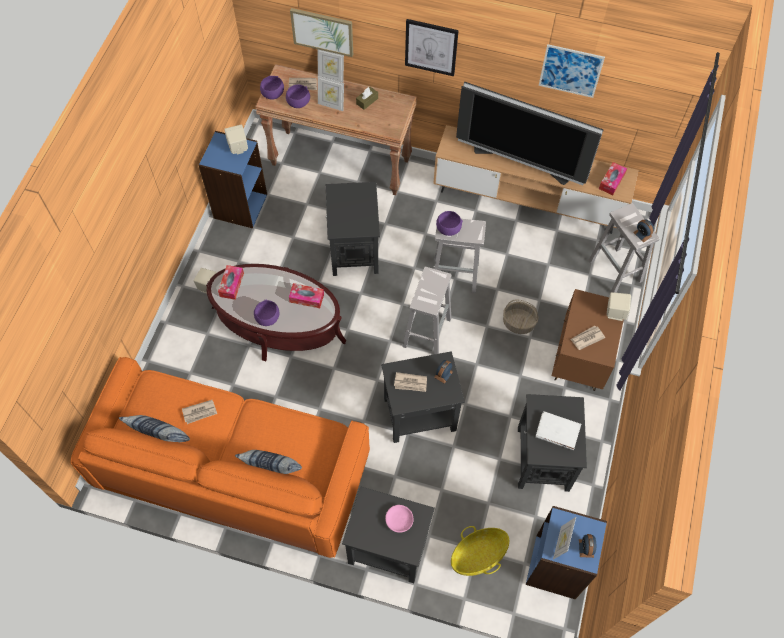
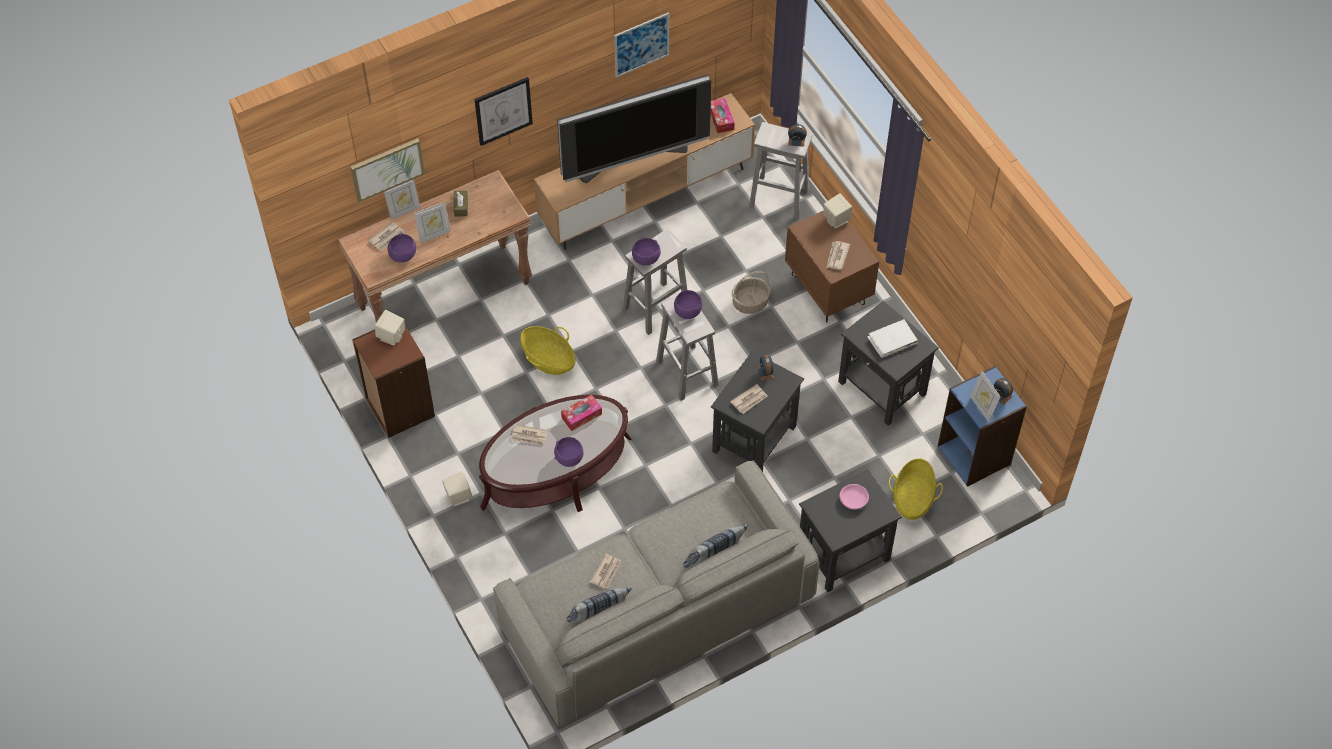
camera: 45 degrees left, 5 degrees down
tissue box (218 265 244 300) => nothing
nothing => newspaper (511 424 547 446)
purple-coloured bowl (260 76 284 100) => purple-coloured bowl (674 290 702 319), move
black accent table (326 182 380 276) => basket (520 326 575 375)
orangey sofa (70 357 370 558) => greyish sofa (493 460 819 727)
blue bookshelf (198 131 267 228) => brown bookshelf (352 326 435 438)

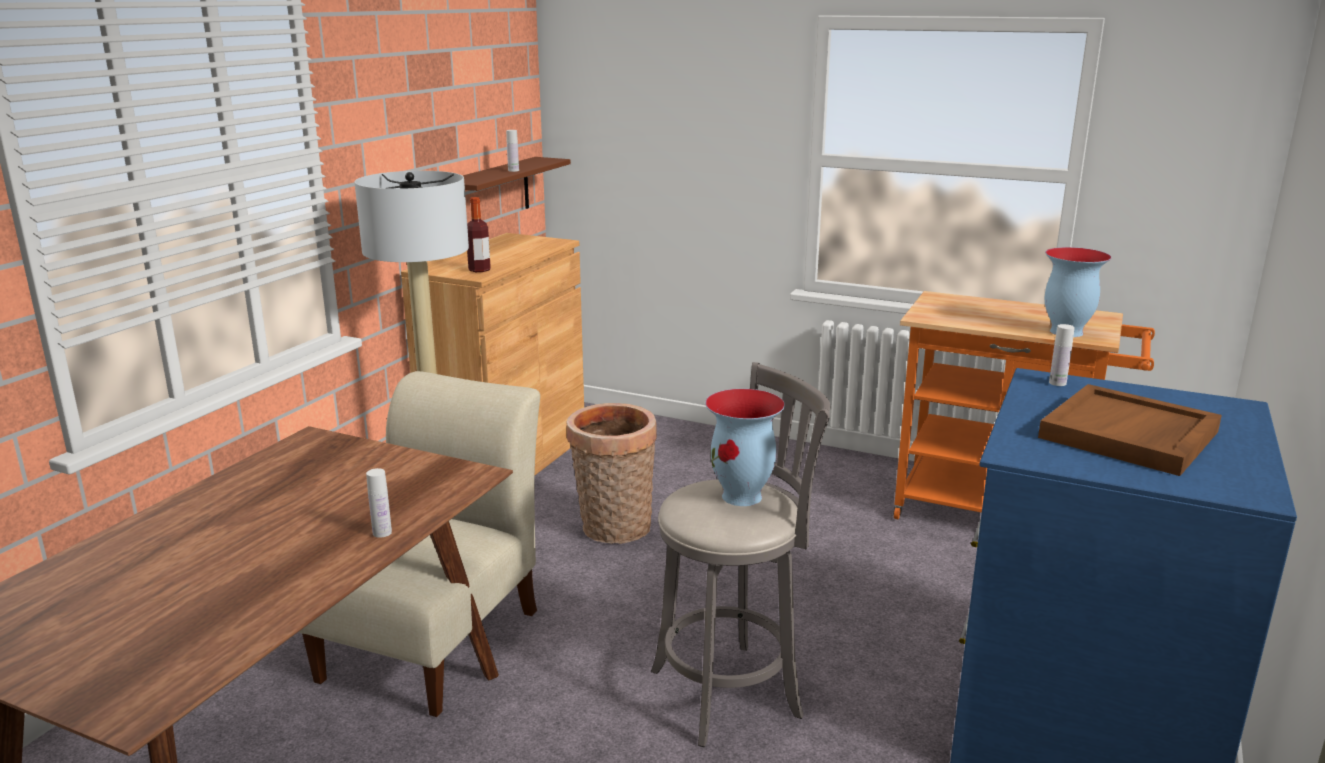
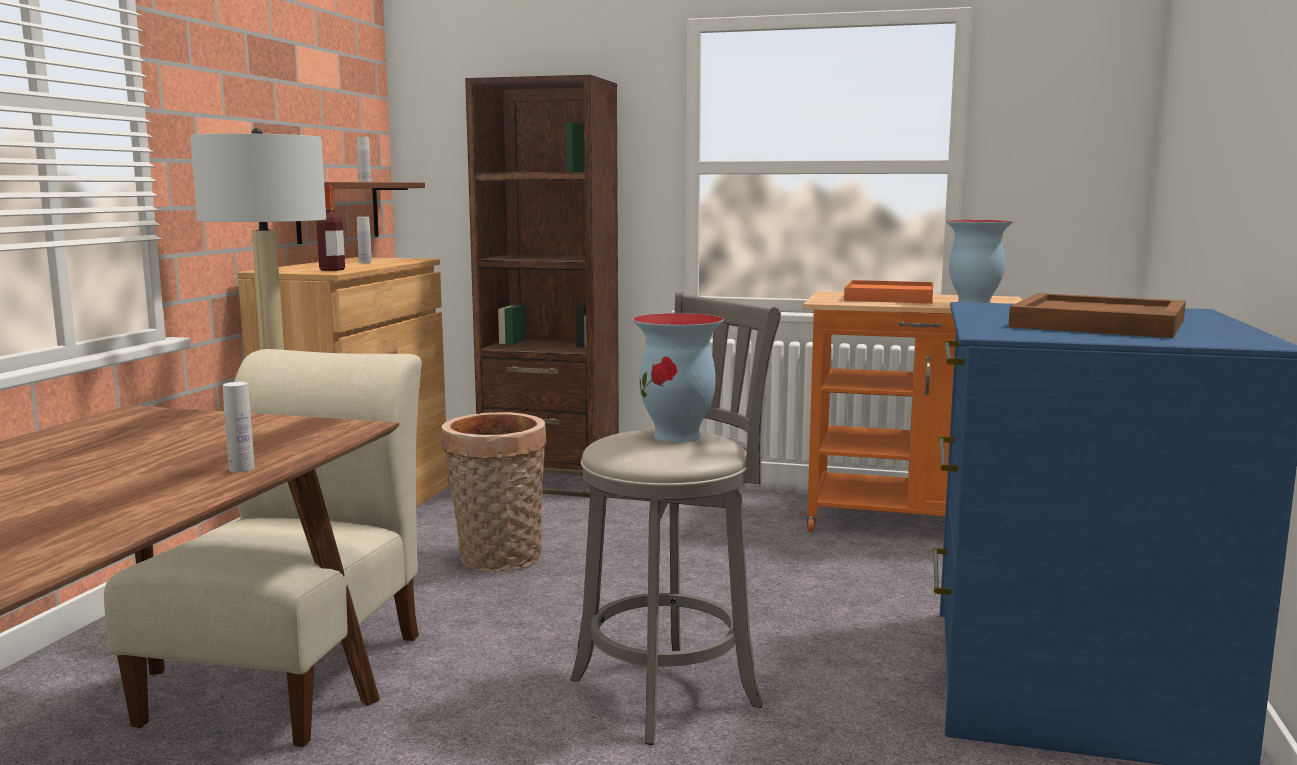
camera: 10 degrees left, 10 degrees down
nothing => brown bookshelf (465 75 619 497)
nothing => orangey tray (844 280 933 303)
white bottle (1049 324 1075 386) => white bottle (357 217 372 263), move

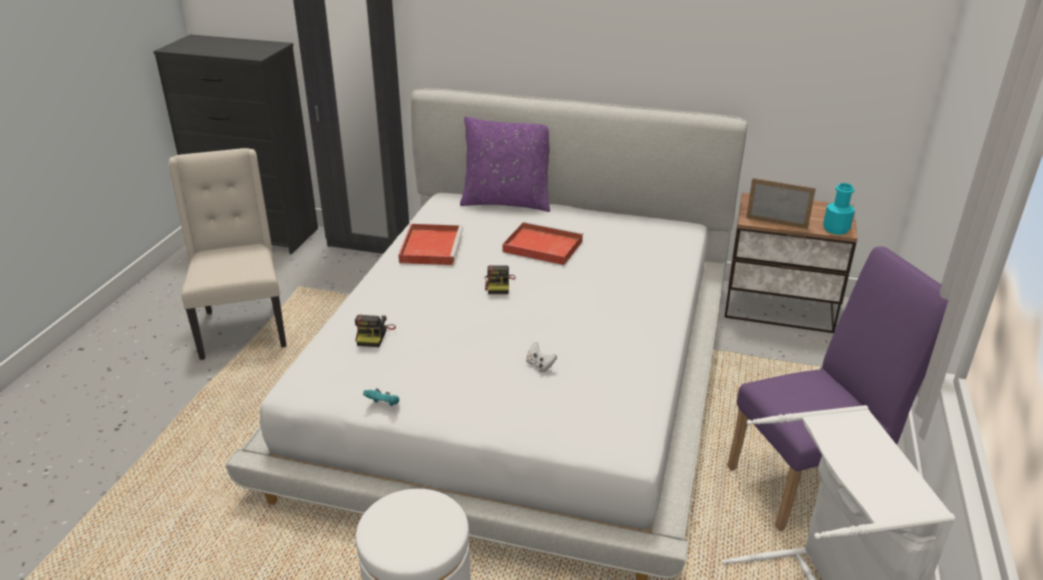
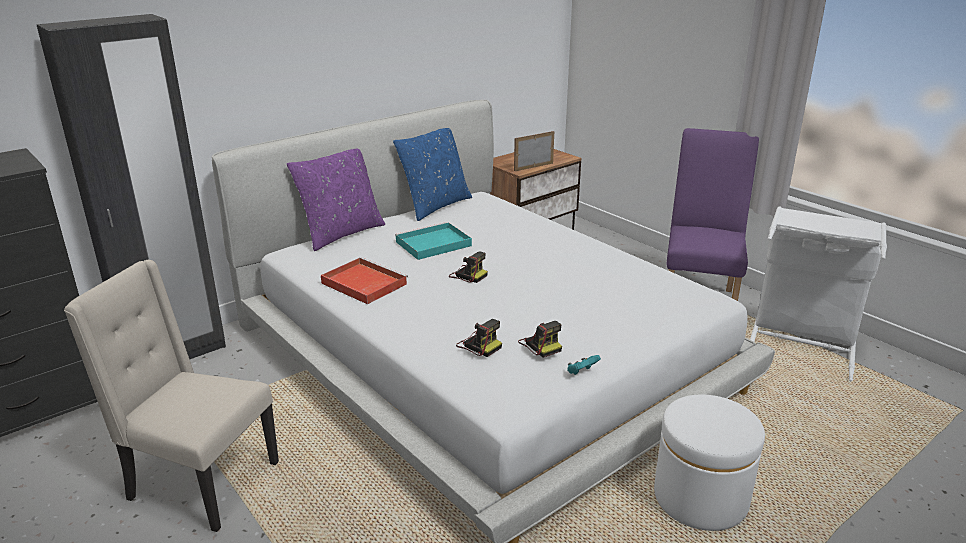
camera: 55 degrees left, 5 degrees down
white gamepad (526 342 557 372) => nothing
blue-green bottle (823 183 855 235) => nothing
nothing => blue pillow (393 128 472 221)
nothing => photo camera (518 321 562 358)
red tray (503 222 583 265) => blue-green tray (395 222 472 260)

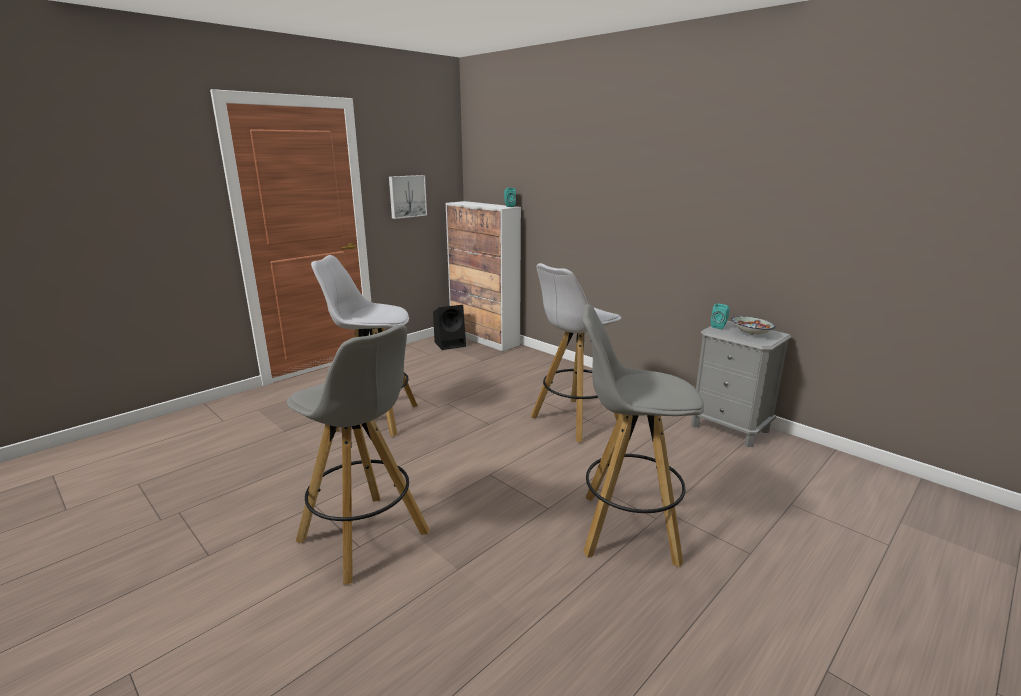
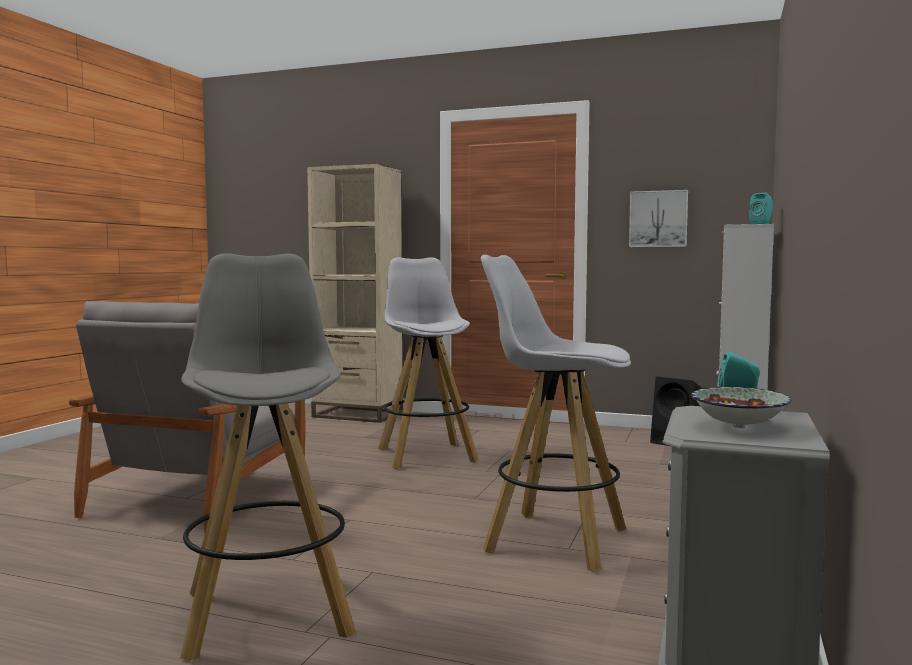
camera: 65 degrees right, 15 degrees down
nothing => beige bookshelf (307 164 403 423)
greyish stool (287 325 430 585) => greyish easy chair (69 301 306 534)

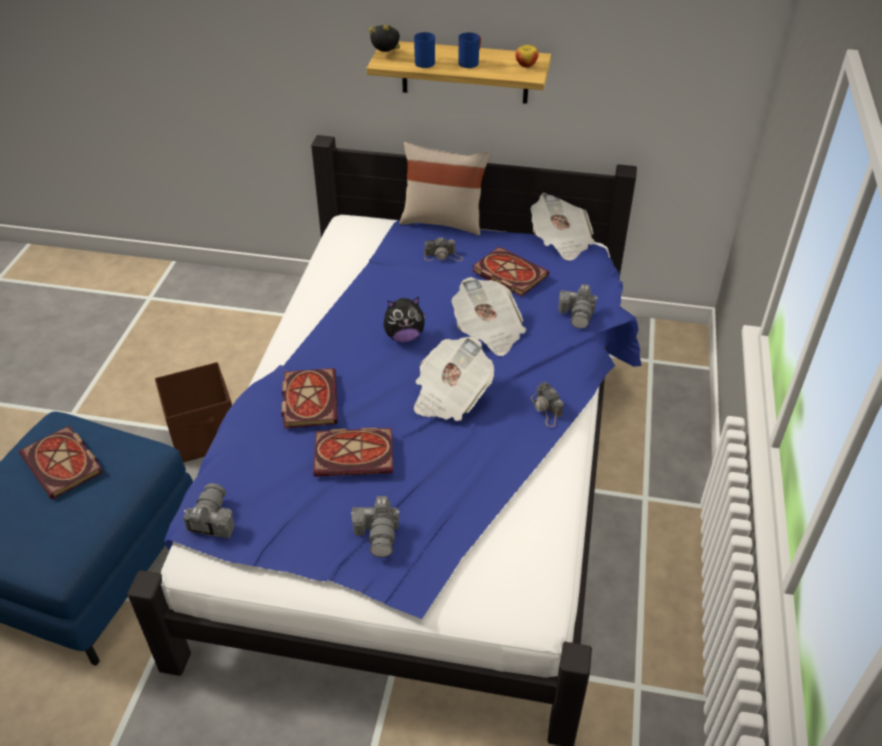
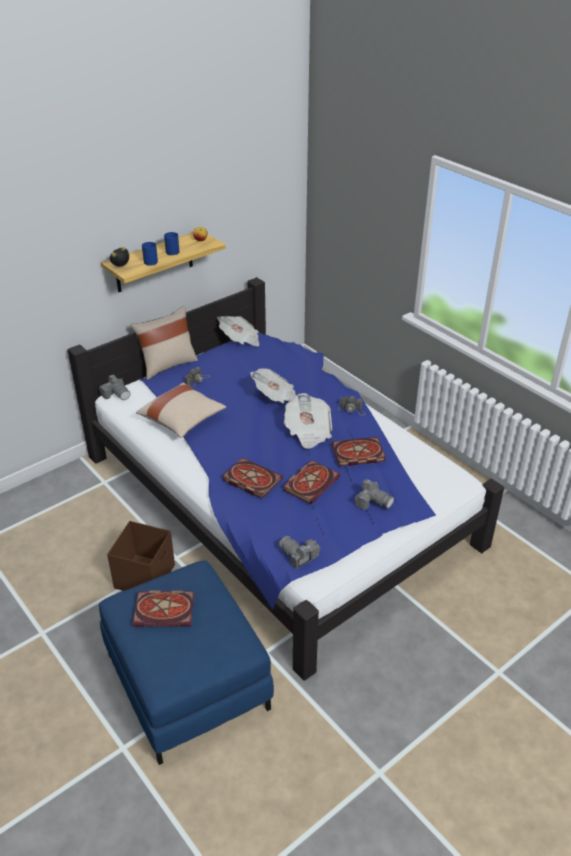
camera: 50 degrees left, 5 degrees down
soft toy (383 297 426 342) => nothing
nothing => beige pillow (136 383 226 438)
volume (472 247 549 297) => volume (332 437 386 466), move
photo camera (558 284 598 329) => photo camera (99 375 130 400), move

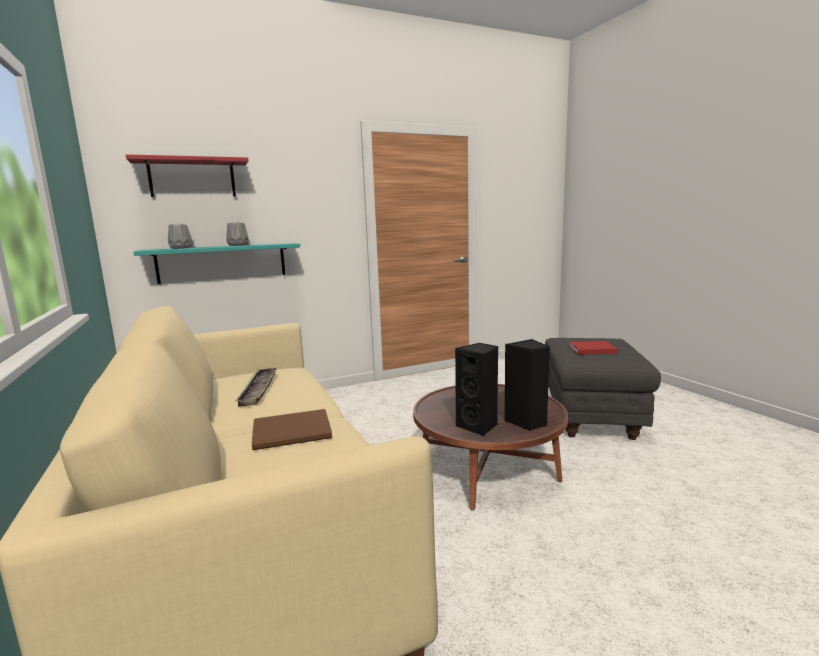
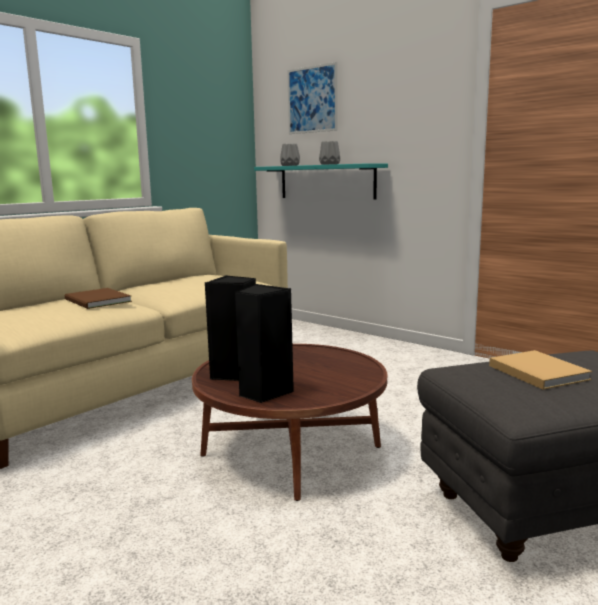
camera: 65 degrees right, 0 degrees up
tray (235 367 277 406) => nothing
red bracket shelf (126 154 249 197) => wall picture (287 62 338 134)
red volume (569 341 618 354) => beige volume (489 350 592 390)

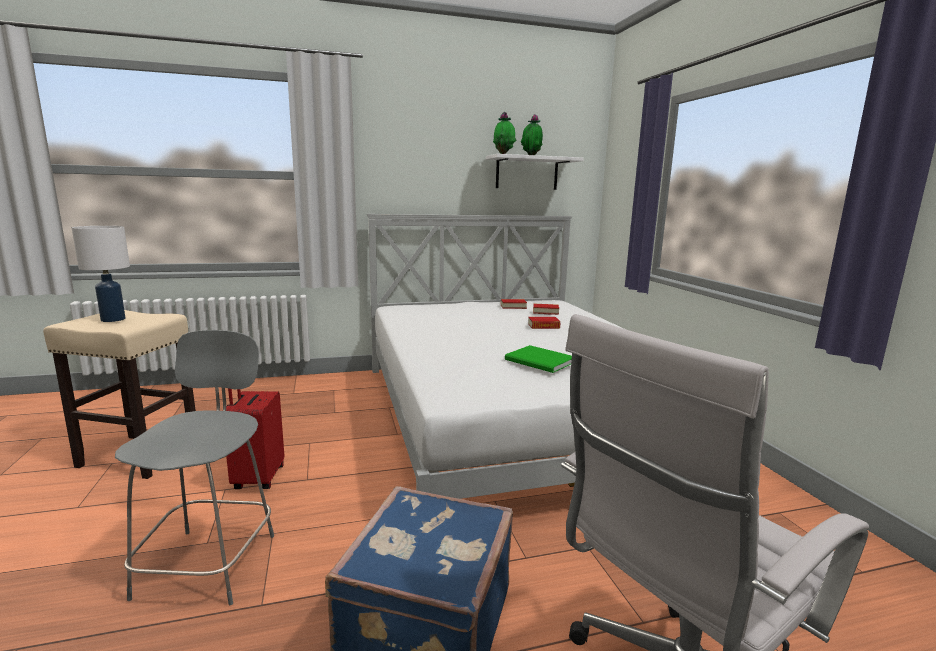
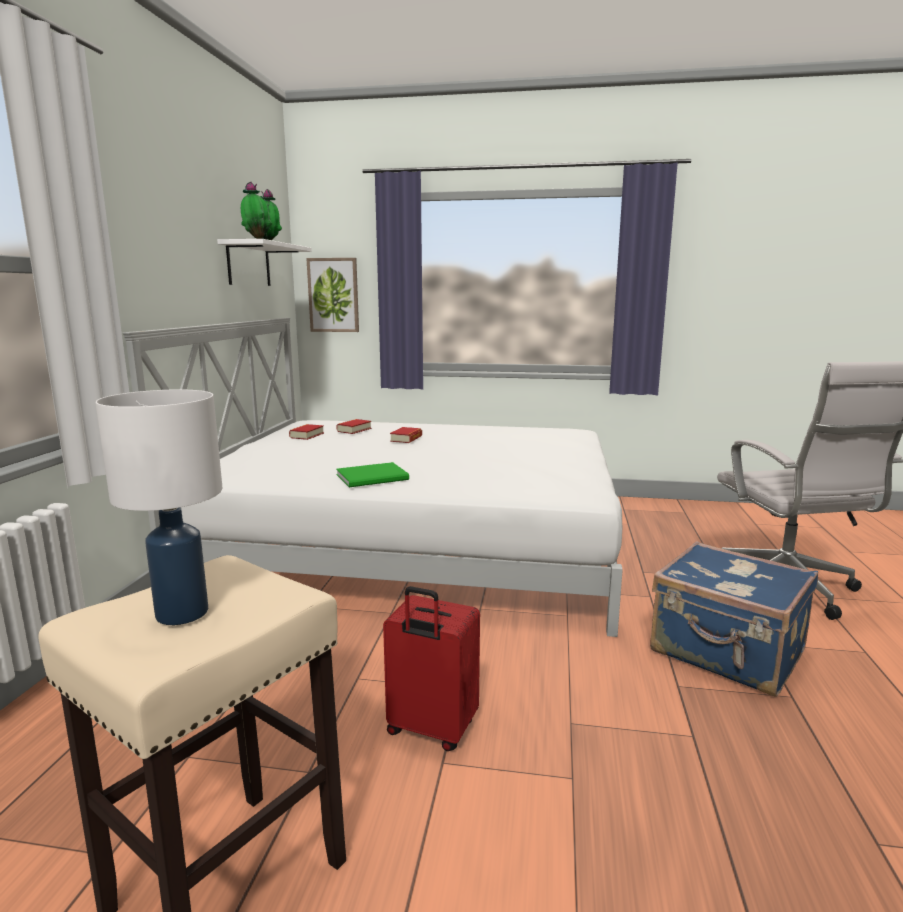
camera: 65 degrees left, 0 degrees up
greyish upright chair (115 330 274 605) => nothing
nothing => wall picture (306 258 359 332)
green volume (505 345 572 373) => green volume (336 462 409 487), move

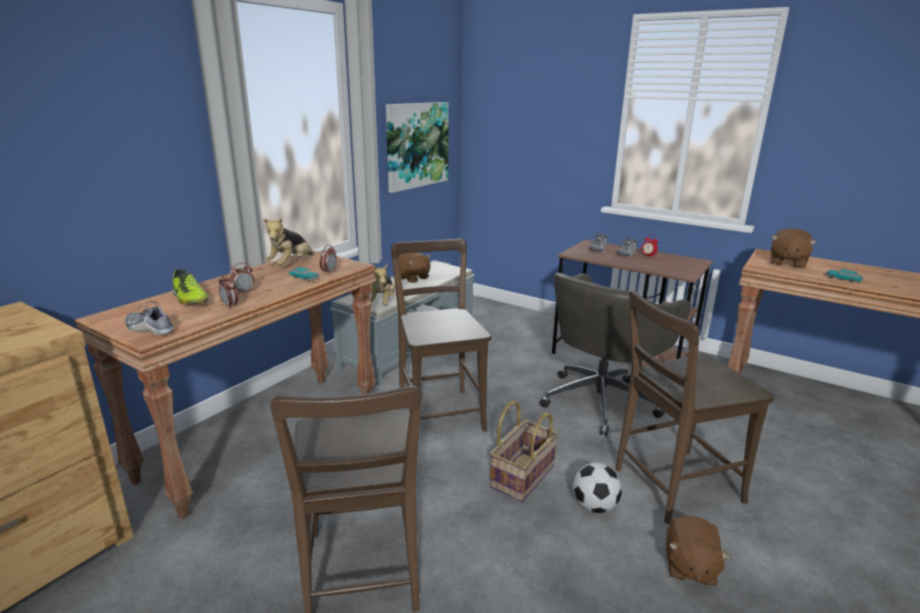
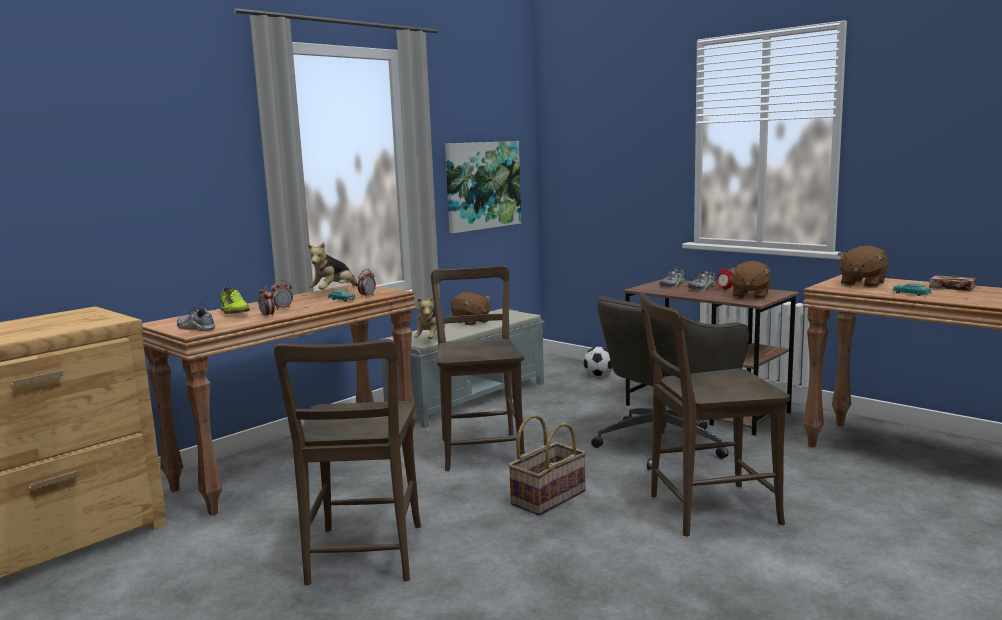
camera: 10 degrees right, 10 degrees down
nothing => volume (929 275 976 291)
football (573 463 622 513) => football (583 347 613 377), move
brown soft toy (666 516 731 586) => brown soft toy (729 261 771 299), move

